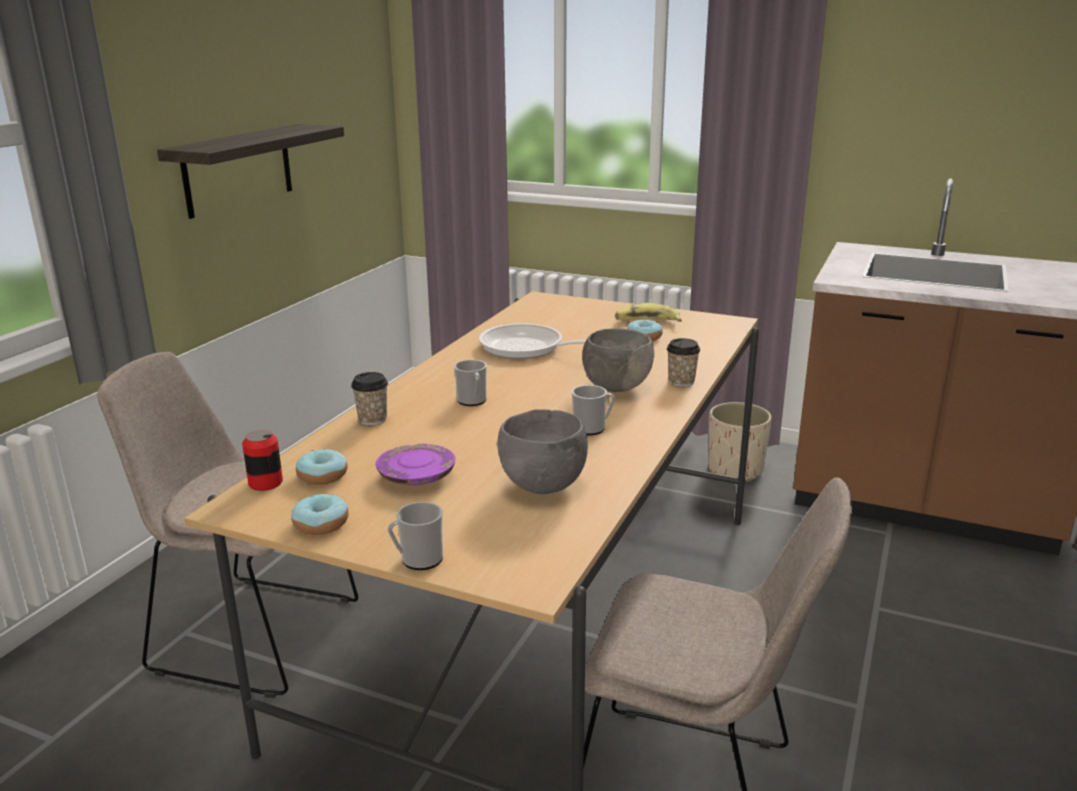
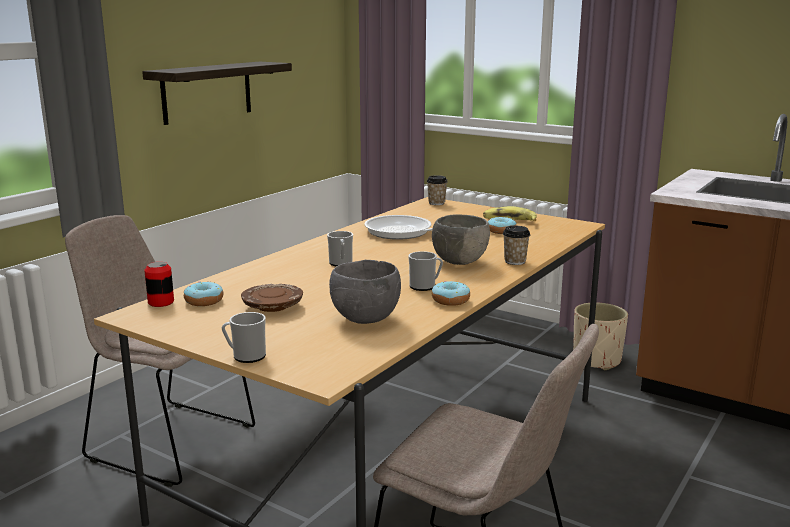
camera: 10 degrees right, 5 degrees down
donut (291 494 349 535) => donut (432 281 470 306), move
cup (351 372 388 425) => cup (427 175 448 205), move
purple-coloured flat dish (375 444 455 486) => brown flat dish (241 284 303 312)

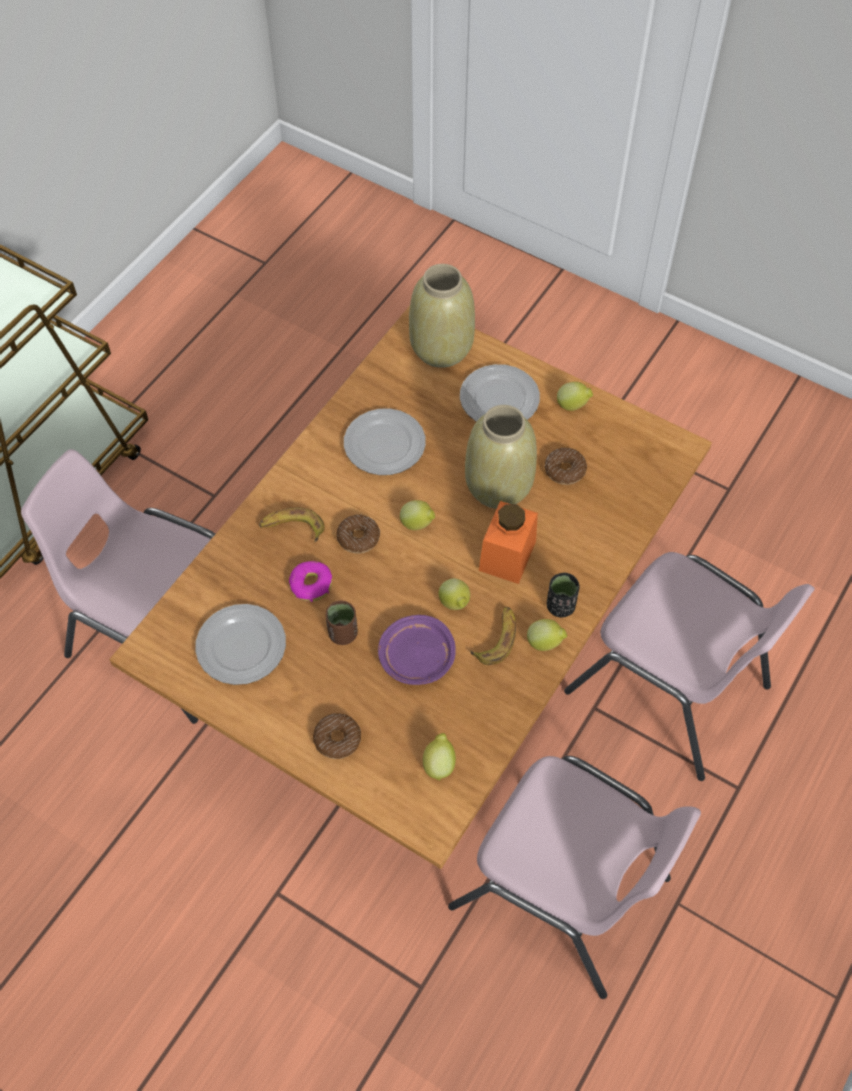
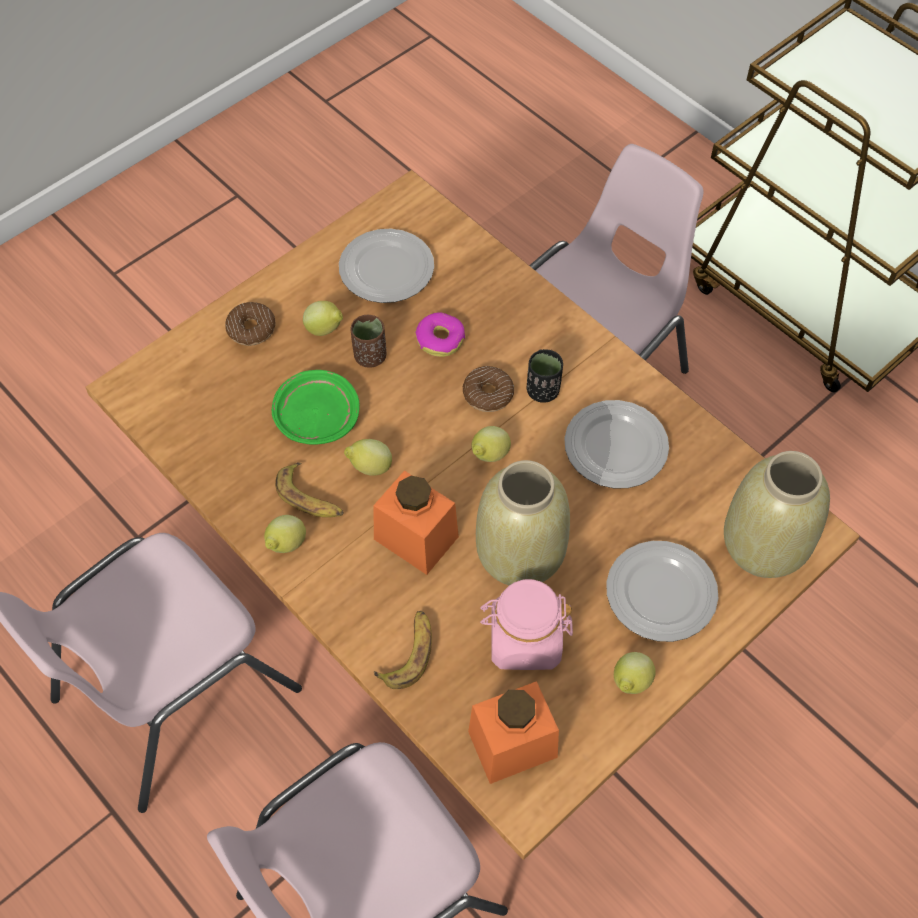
camera: 105 degrees right, 0 degrees up
nothing => orangey jar (468 681 559 784)
banana (259 508 325 542) => banana (374 611 432 689), move
whole lemon (423 733 456 781) => whole lemon (303 301 343 336), move
black cup (547 573 580 618) => black cup (527 349 563 403), move
donut (544 447 587 485) => pink-coloured jar (480 579 573 670)
purple-coloured flat dish (378 615 456 685) => green flat dish (272 370 360 445)

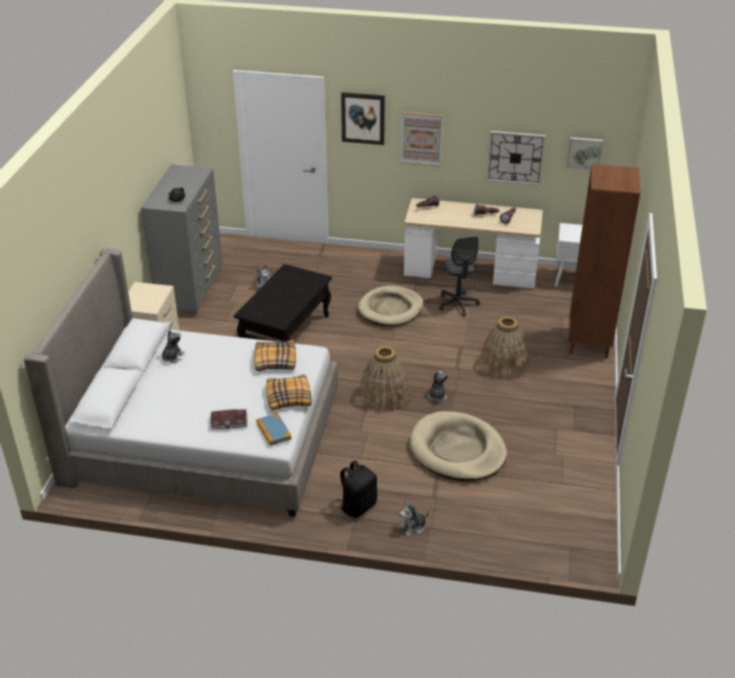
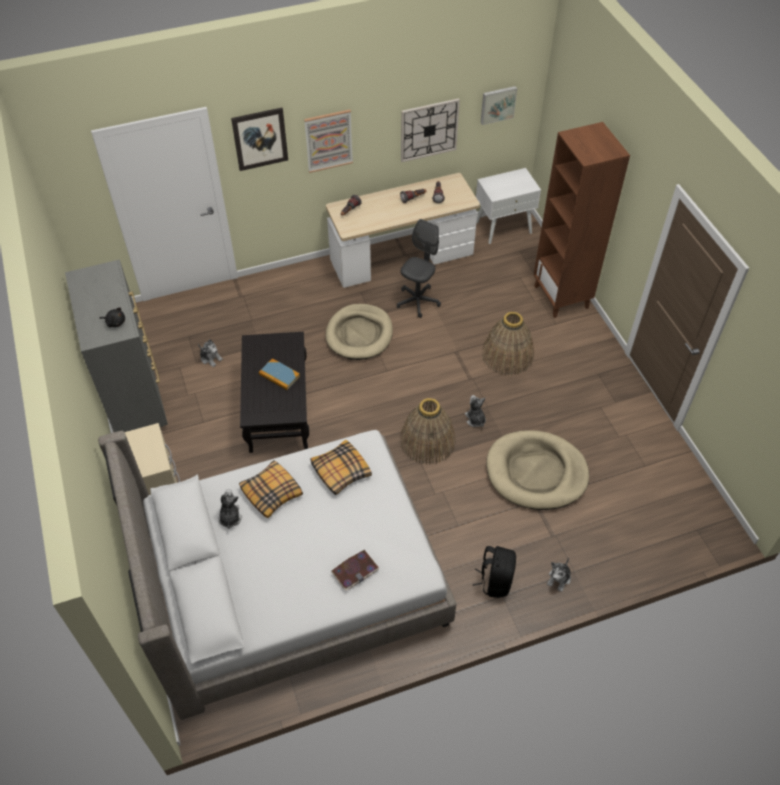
camera: 30 degrees left, 15 degrees up
volume (256 413 292 446) => volume (259 358 300 390), move
pillow (266 375 311 410) => pillow (239 460 303 518), move
greyish office chair (439 236 480 316) => greyish office chair (397 219 441 318), 105 degrees counterclockwise

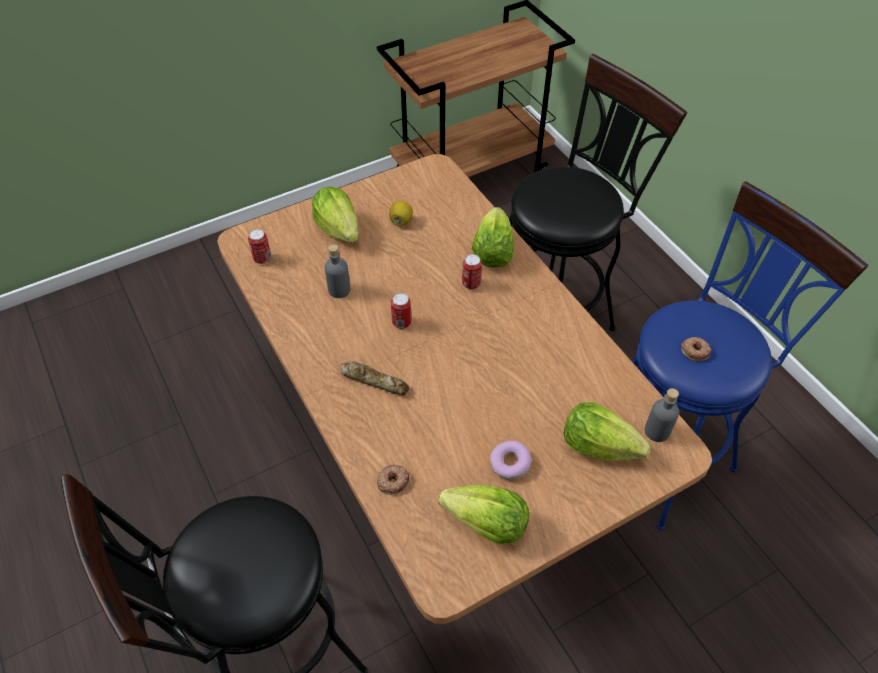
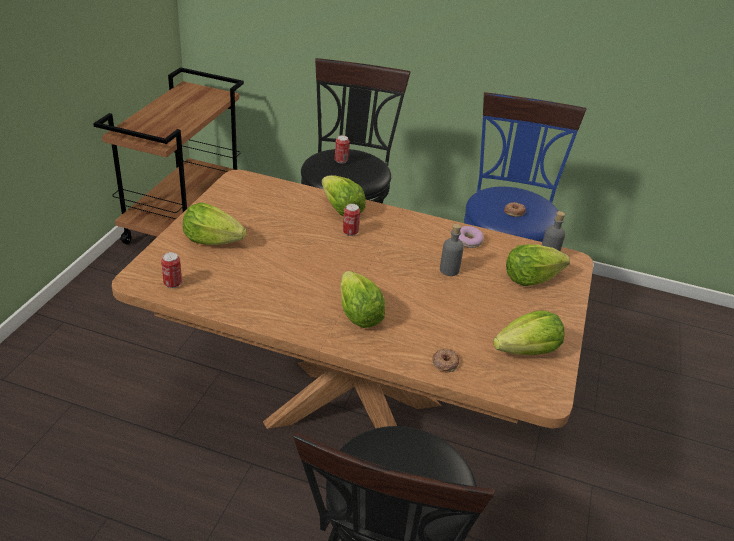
camera: 45 degrees left, 15 degrees down
whole lemon (389 201 413 226) => nothing
greyish bottle (325 244 351 298) => greyish bottle (440 224 464 276), move
metal can (391 293 411 329) => metal can (335 135 349 164), move
donut (490 441 531 480) => donut (459 226 484 248), move
bakery bread (341 361 409 395) => head of lettuce (340 271 385 328)

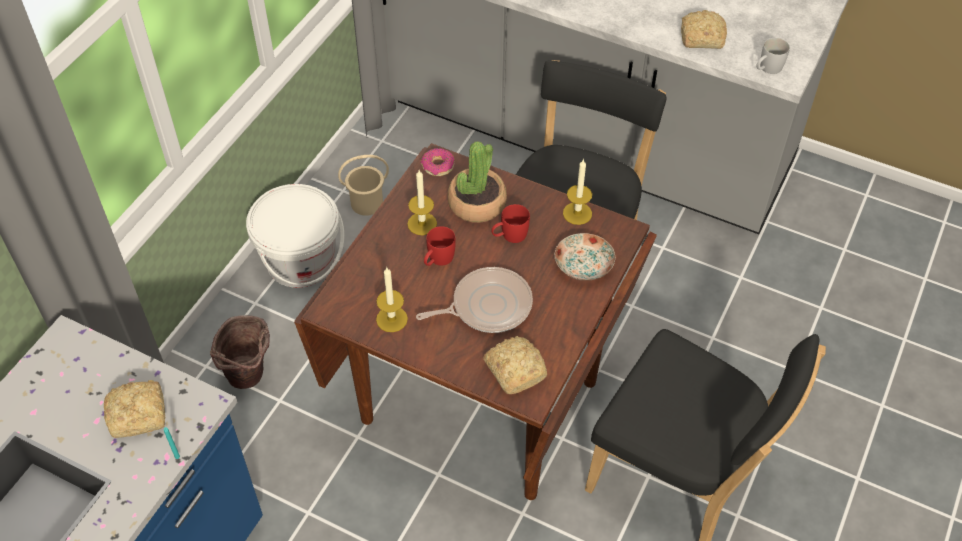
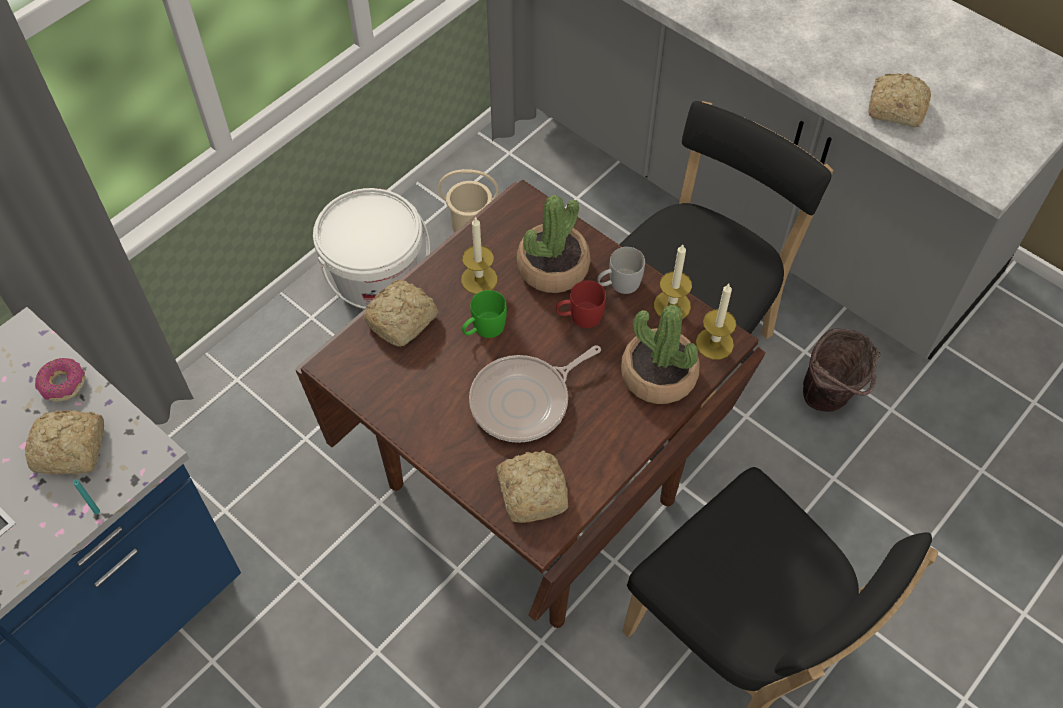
camera: 15 degrees right, 5 degrees up
nothing => bakery bread (363 280 438 347)
brown bucket (210 315 270 389) => brown bucket (803 328 881 412), move
wax candle (376 268 408 332) => wax candle (696 284 736 360), move
donut (420 148 454 176) => donut (35 358 85 402), move
white mug (756 38 790 74) => white mug (597 247 645 294), move
flat dish (555 233 615 281) => plant in a pot (621 304 700 404)
red mug (424 226 456 266) => green mug (462 290 507 338)
skillet (416 267 533 333) => skillet (469 345 601 443), 150 degrees clockwise

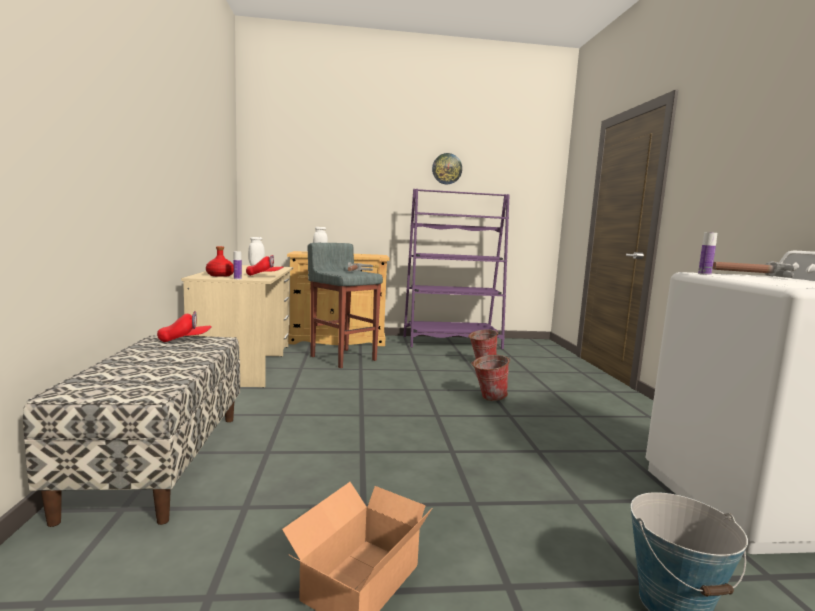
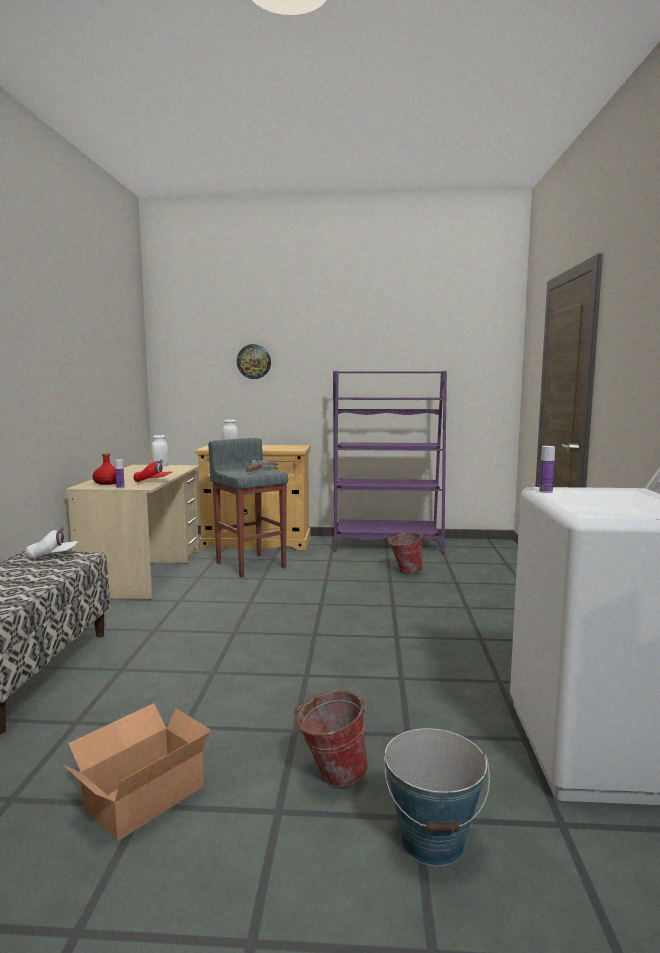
camera: 10 degrees right, 0 degrees up
hammer (713 261 795 278) => nothing
wall clock (432 153 462 185) => wall clock (237 344 271 379), move
bucket (471 355 510 401) => bucket (294 690 368 787), move
red peaked cap (157 311 212 342) => white peaked cap (26 527 78 559)

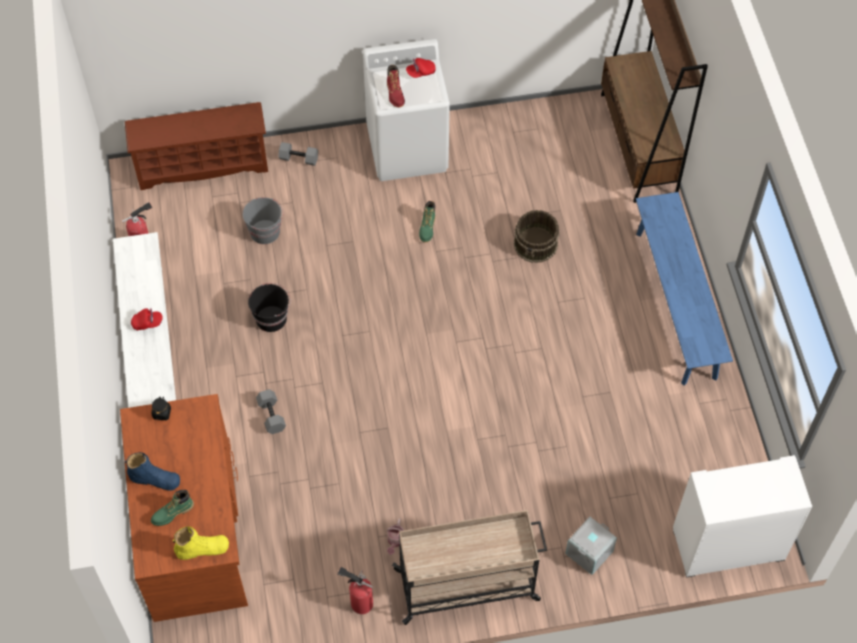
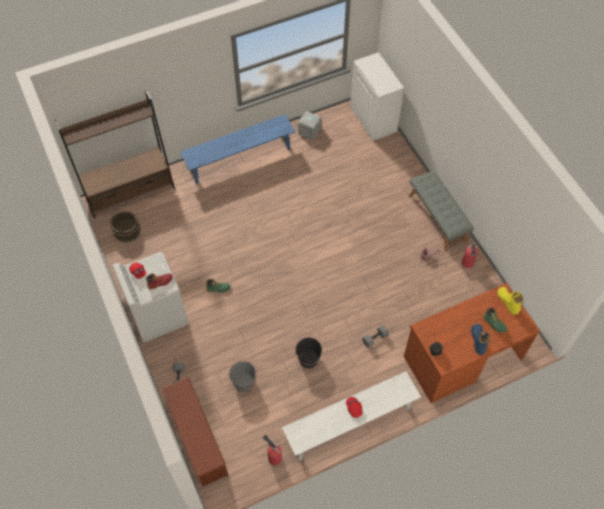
camera: 105 degrees left, 0 degrees up
brown bucket (514 210 560 263) => brown bucket (110 211 141 243), move
greyish storage box (565 516 617 575) => greyish storage box (298 111 321 140), move
beige cart (392 510 547 625) => greyish bench (409 171 474 251)

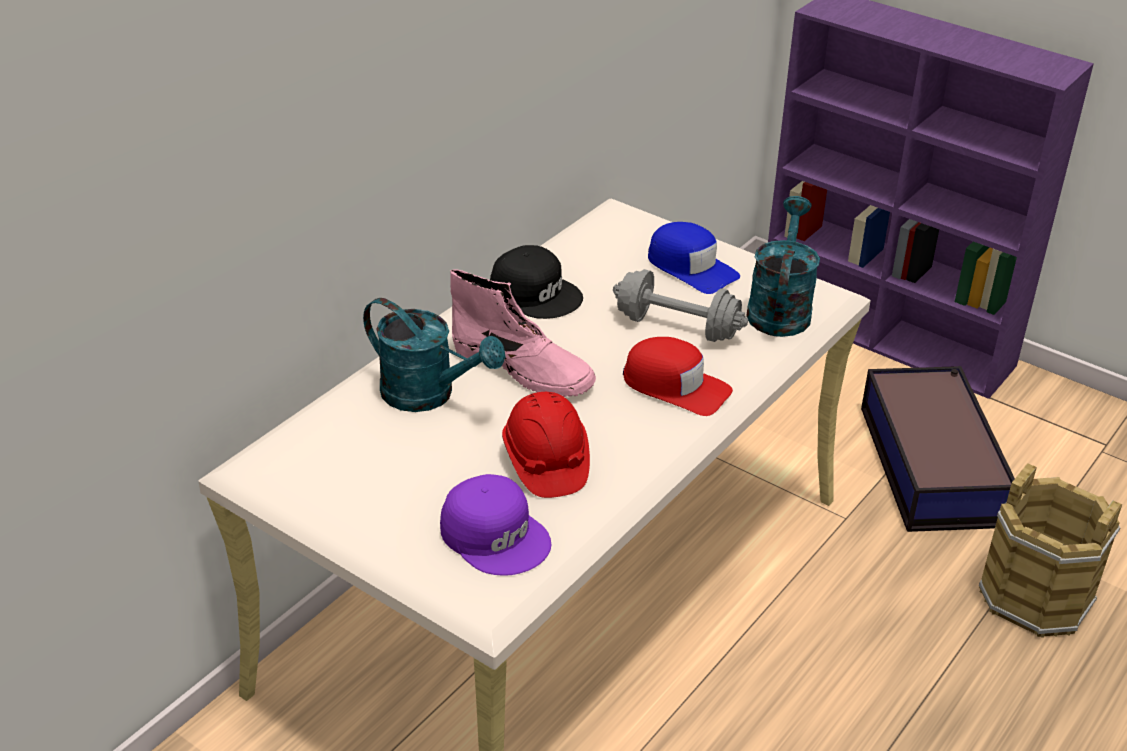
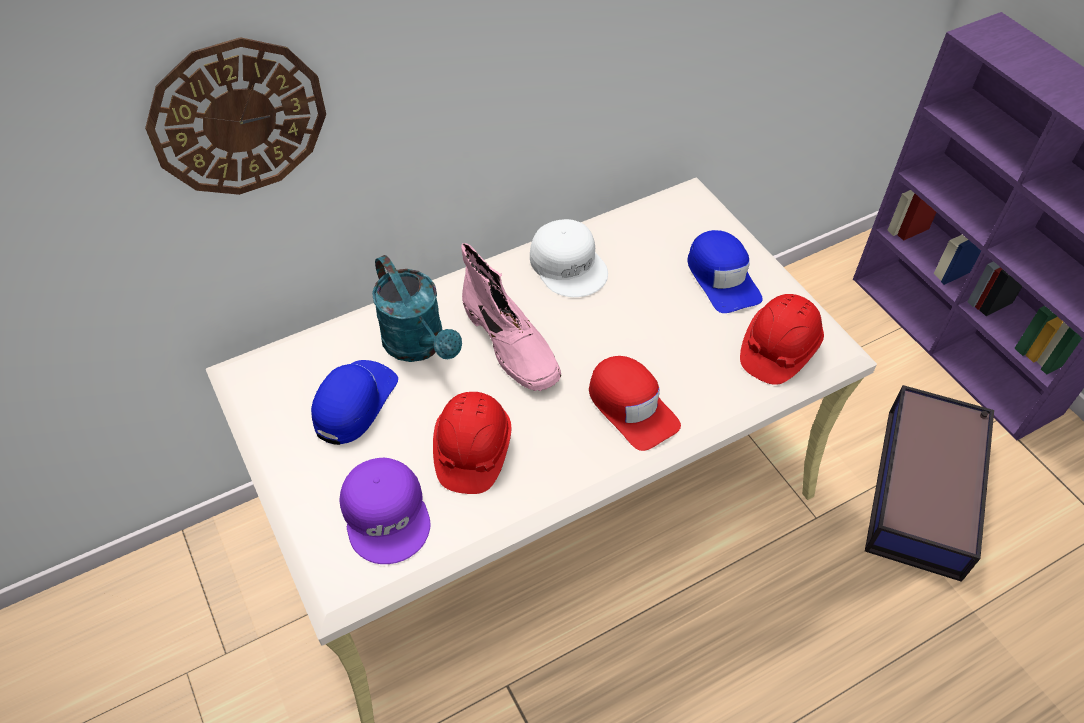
camera: 25 degrees right, 15 degrees up
greyish free weight (613 269 748 342) => nothing
brown bucket (979 463 1122 638) => nothing
nothing => wall clock (145 37 326 195)
nothing => blue peaked cap (311 360 398 445)
blue-green watering pot (746 196 820 337) => red work helmet (740 294 824 385)
black peaked cap (490 245 583 319) => white peaked cap (530 219 608 297)

